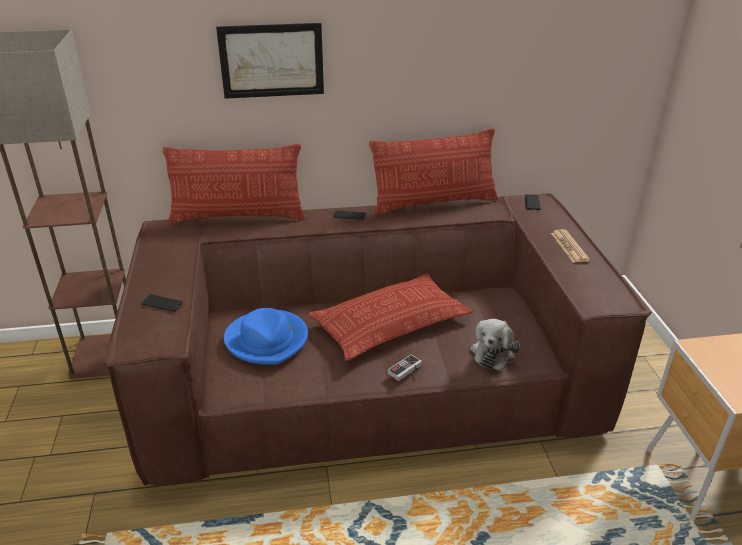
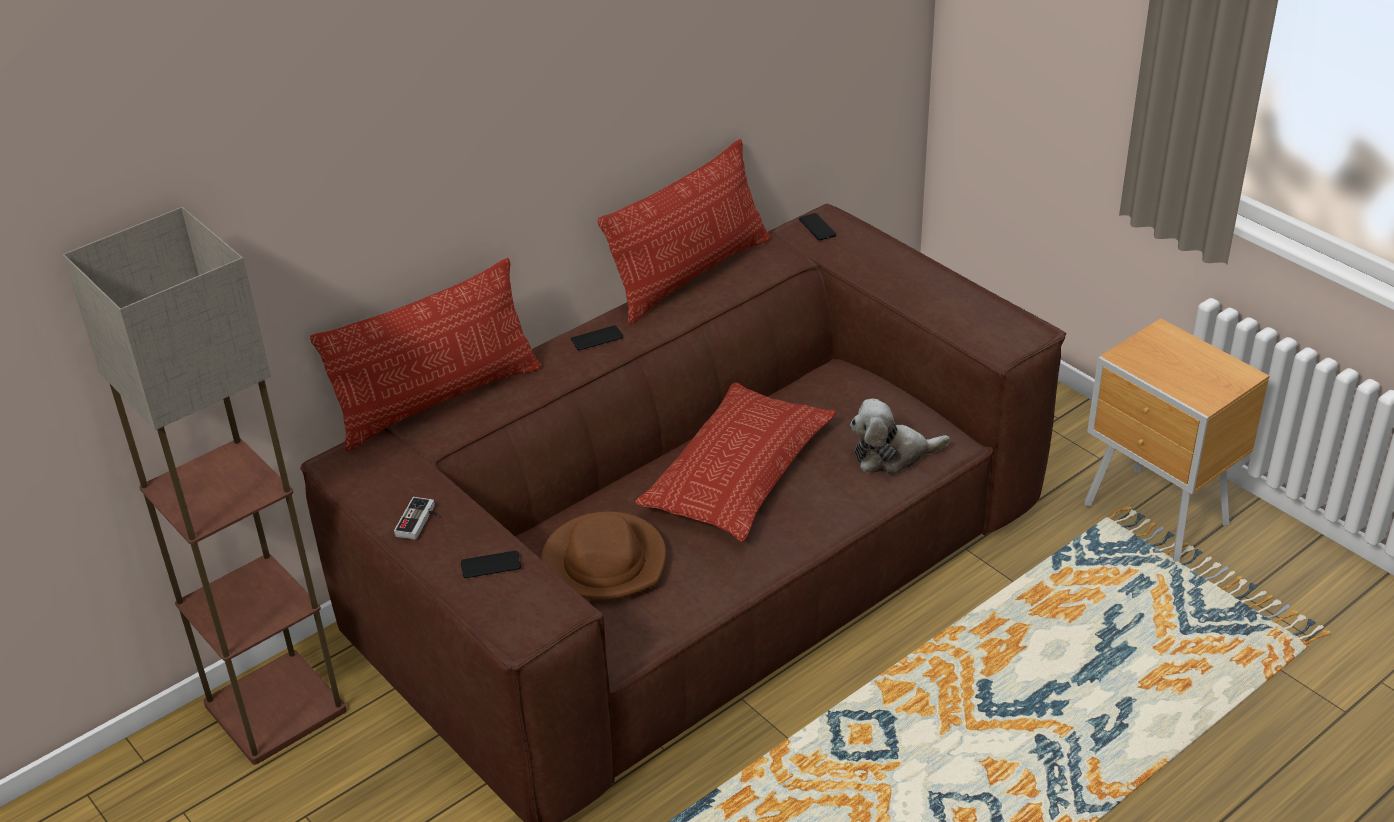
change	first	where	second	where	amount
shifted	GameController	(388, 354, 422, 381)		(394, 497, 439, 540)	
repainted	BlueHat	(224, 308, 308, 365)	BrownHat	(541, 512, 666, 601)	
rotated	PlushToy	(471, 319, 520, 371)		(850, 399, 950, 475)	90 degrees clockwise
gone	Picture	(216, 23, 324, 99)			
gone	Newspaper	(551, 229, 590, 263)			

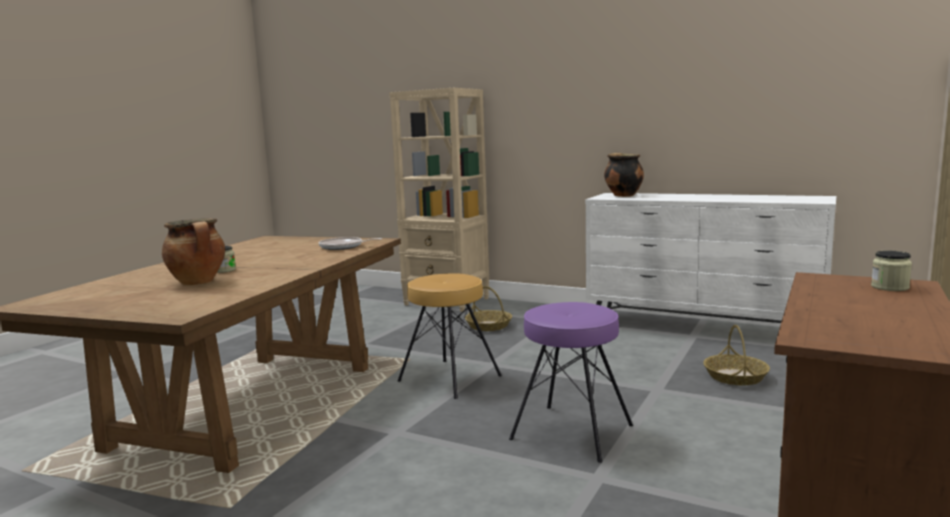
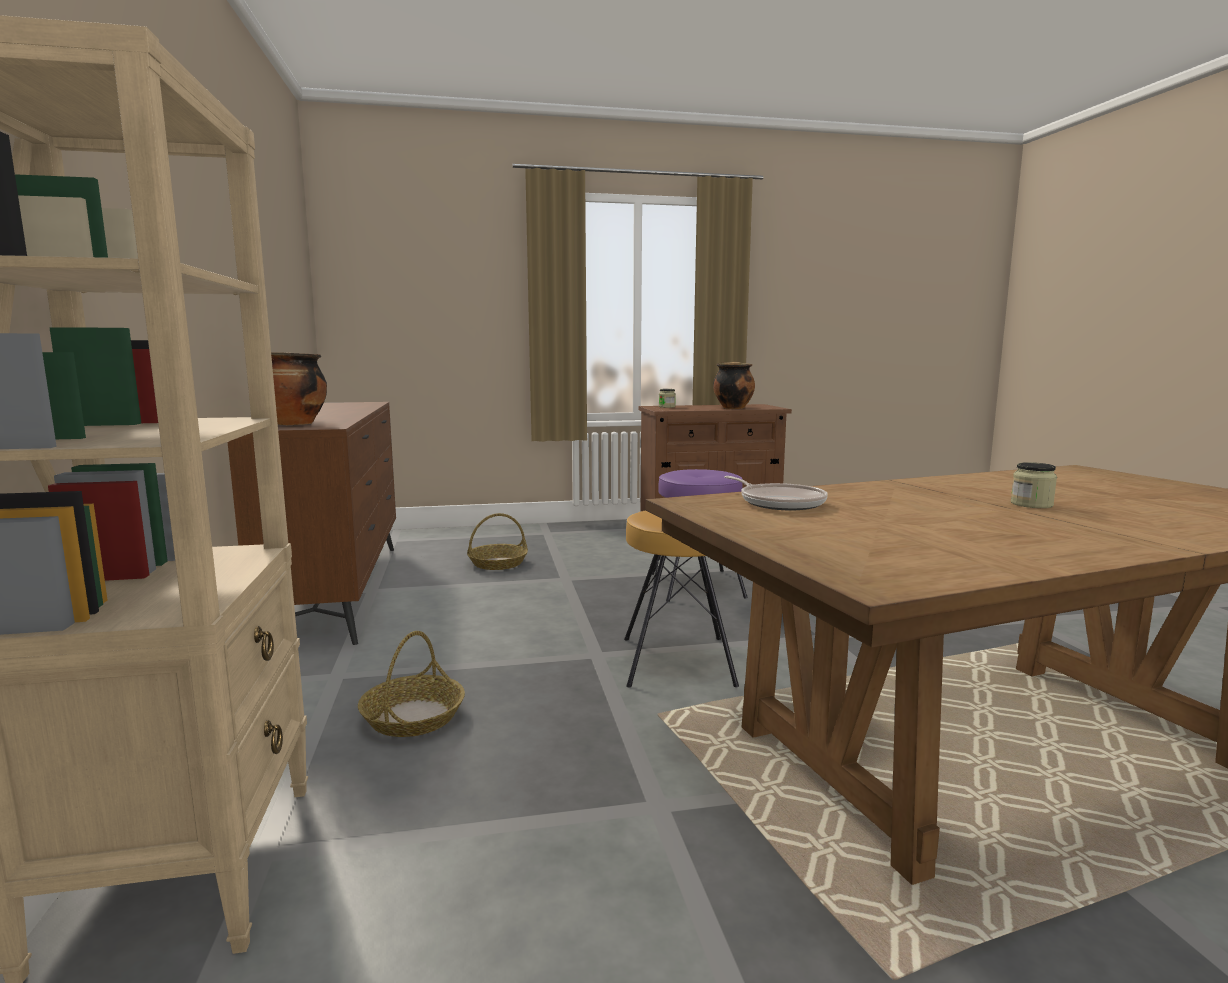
change	first	where	second	where	amount
repainted	WhiteDresser	(585, 193, 836, 323)	BrownDresser	(228, 402, 396, 645)	
shifted	CookingPot	(162, 218, 225, 285)		(713, 362, 755, 409)	

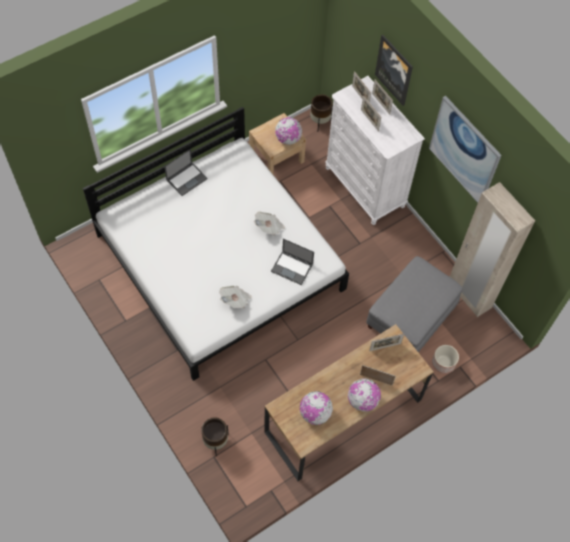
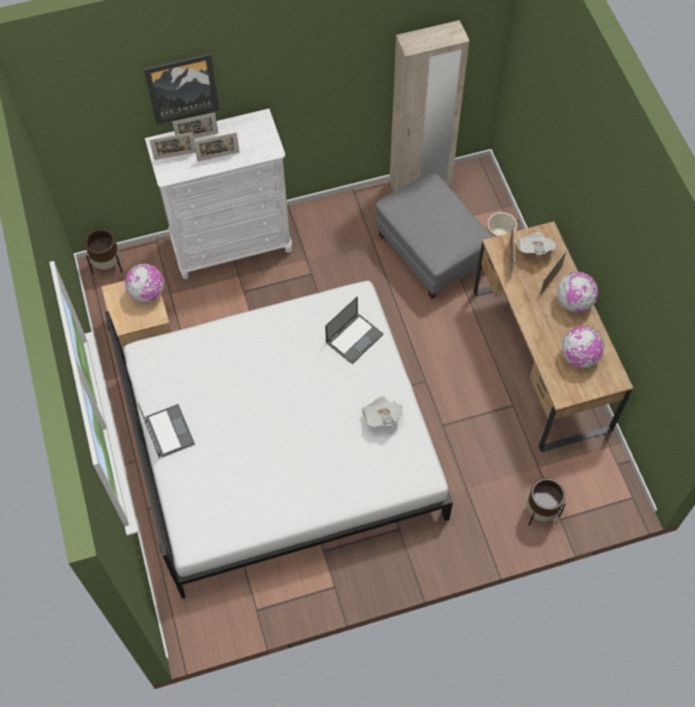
change	first	where	second	where	amount
shifted	Newspaper	(254, 212, 285, 235)		(517, 232, 556, 255)	
gone	Picture	(429, 96, 502, 203)			

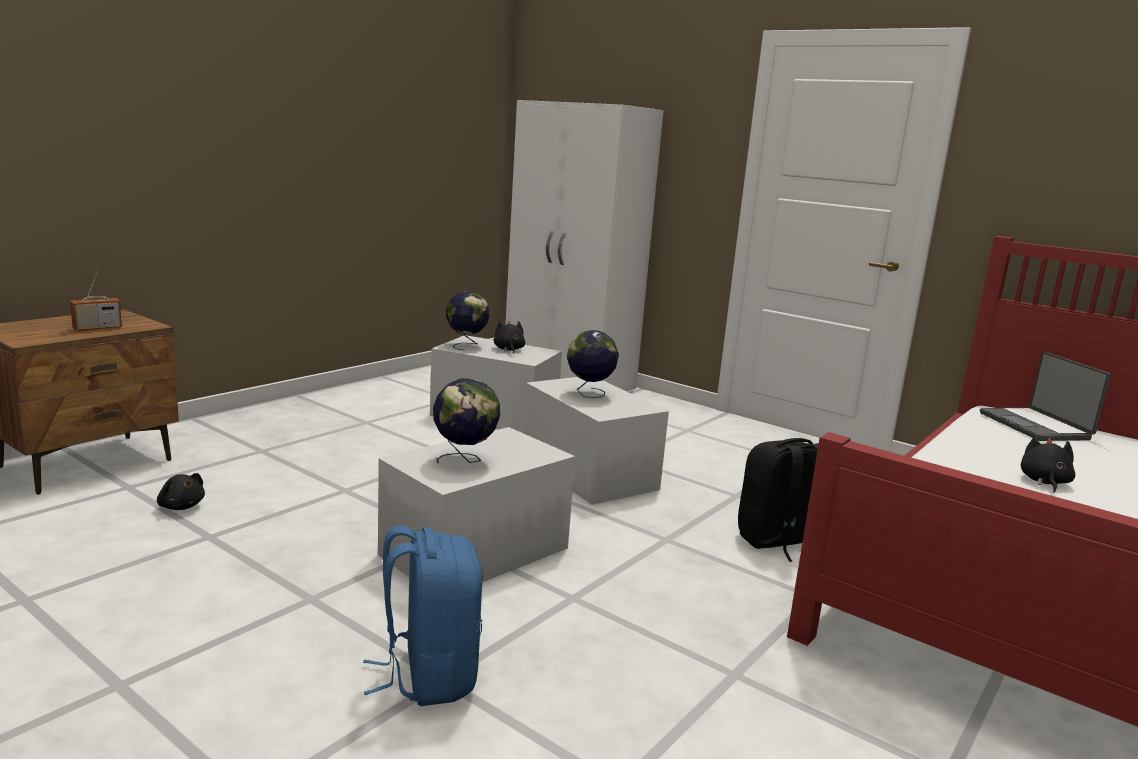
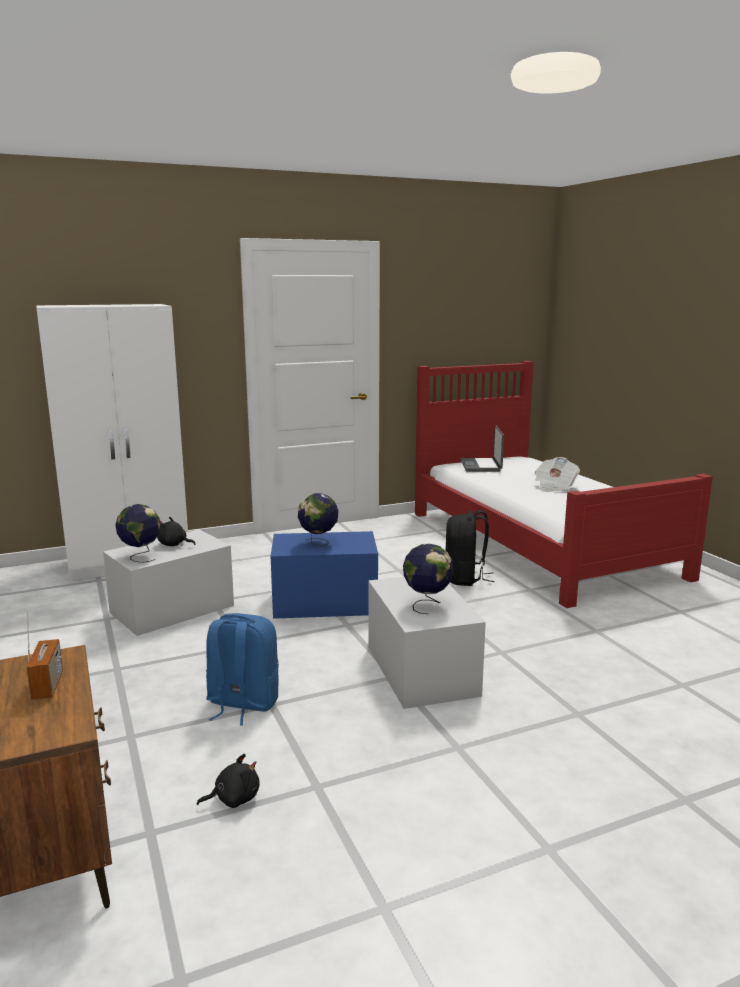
change	first	where	second	where	amount
shifted	BlueBackpack	(363, 526, 482, 706)		(206, 613, 279, 725)	
repainted	WhiteStorageBox	(523, 377, 669, 505)	BlueStorageBox	(271, 531, 378, 619)	
rotated	Laptop	(980, 352, 1111, 441)		(460, 426, 504, 472)	75 degrees clockwise
swapped	BlackPlushToy	(1021, 436, 1075, 493)	Newspaper	(534, 457, 580, 492)	

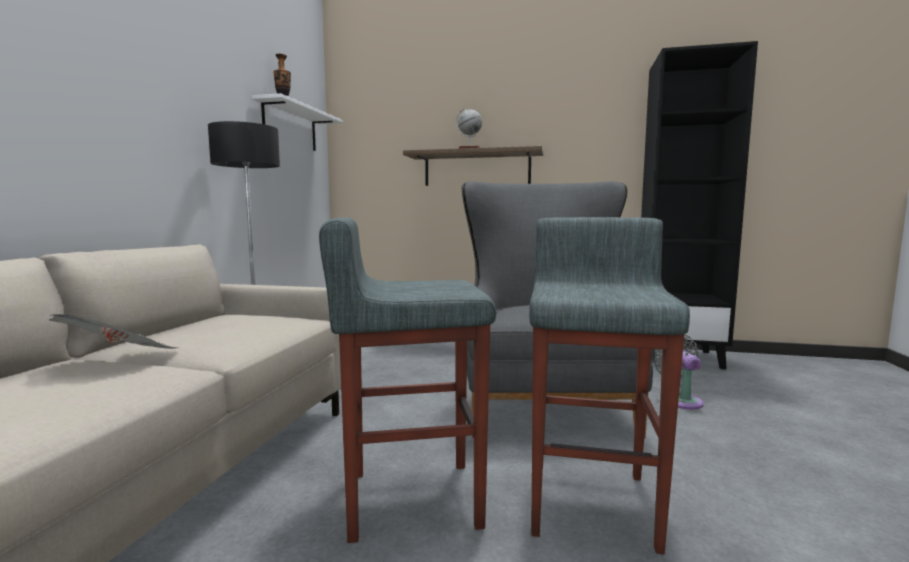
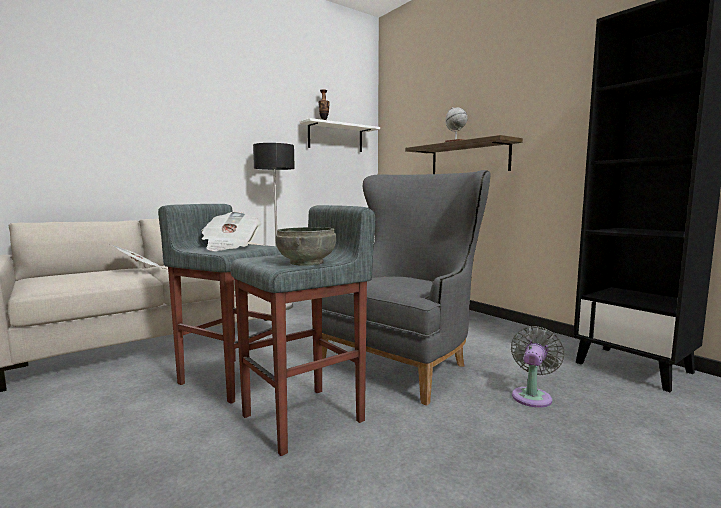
change	first	where	second	where	amount
new			Newspaper	(202, 212, 261, 251)	
new			GreyBowl	(275, 227, 336, 266)	

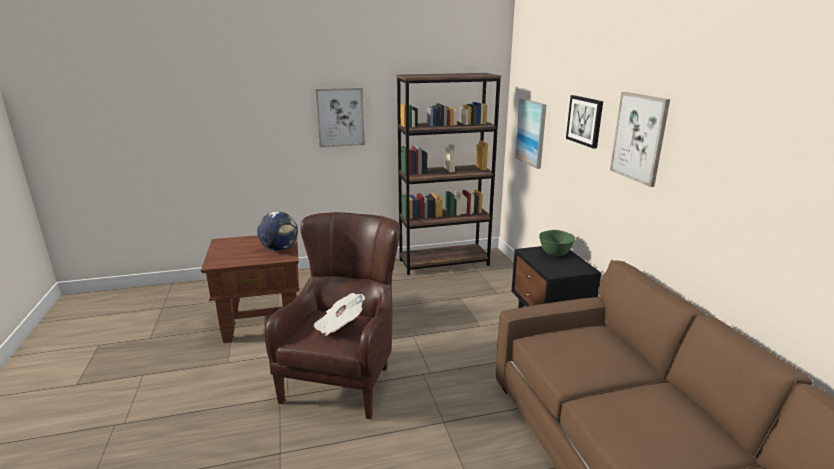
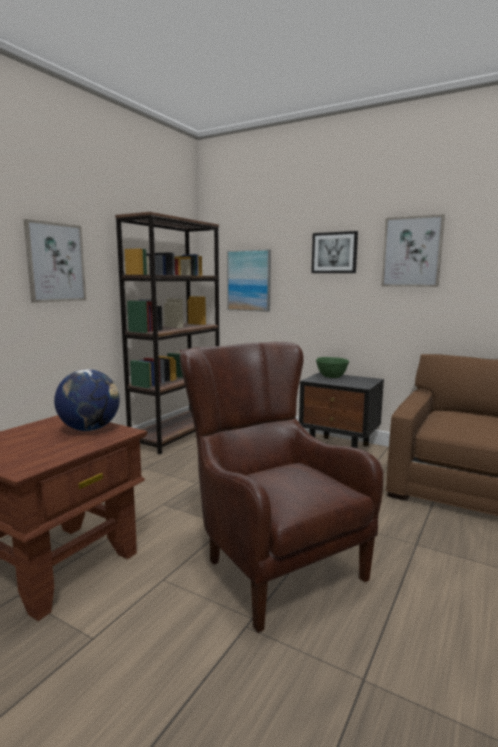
change	first	where	second	where	amount
gone	Newspaper	(313, 293, 365, 336)			

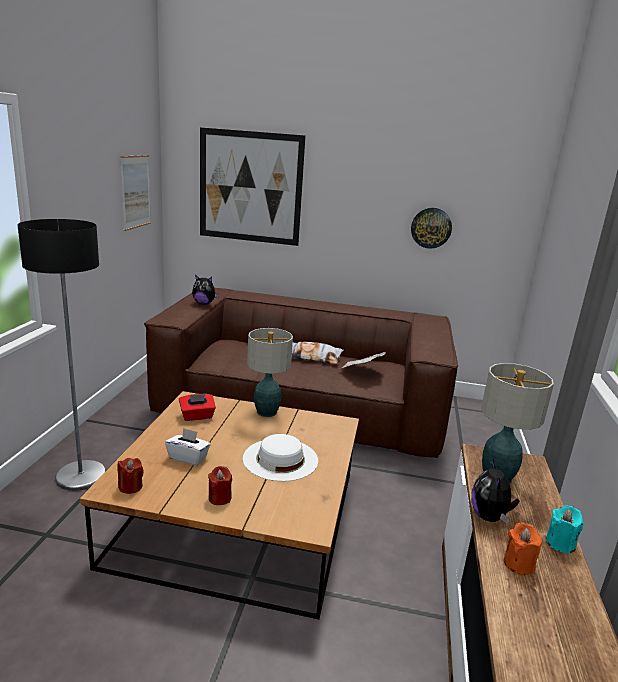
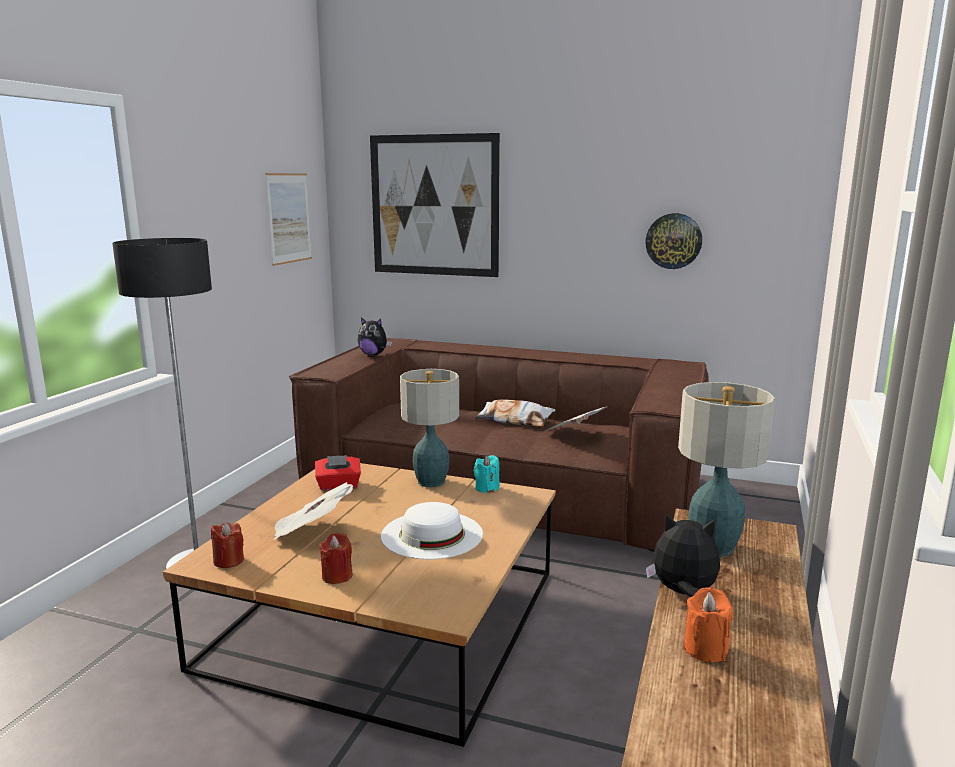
change	first	where	second	where	amount
swapped	WhiteTissueBox	(165, 428, 211, 466)	Newspaper	(274, 482, 353, 540)	
shifted	TurquoiseCandle	(546, 505, 584, 554)		(474, 455, 500, 493)	
rotated	PlushToy	(471, 459, 519, 524)		(646, 513, 720, 597)	90 degrees clockwise

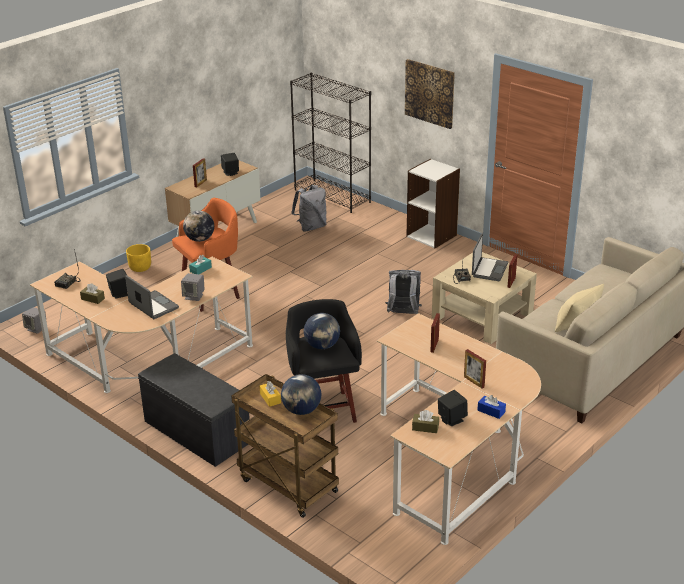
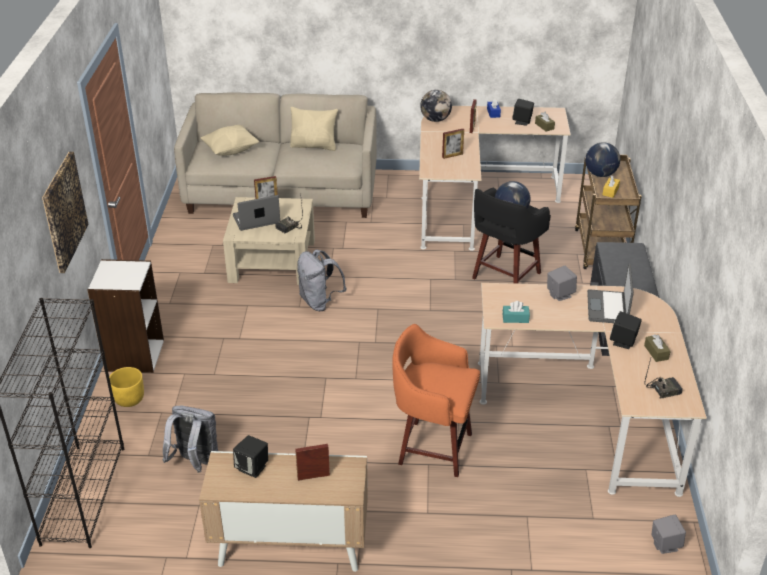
change	first	where	second	where	amount
shifted	YellowPlanter	(126, 244, 151, 272)		(109, 367, 144, 407)	
new			BeigePillow	(200, 125, 259, 156)	
shifted	Globe	(183, 210, 214, 242)		(420, 90, 452, 122)	

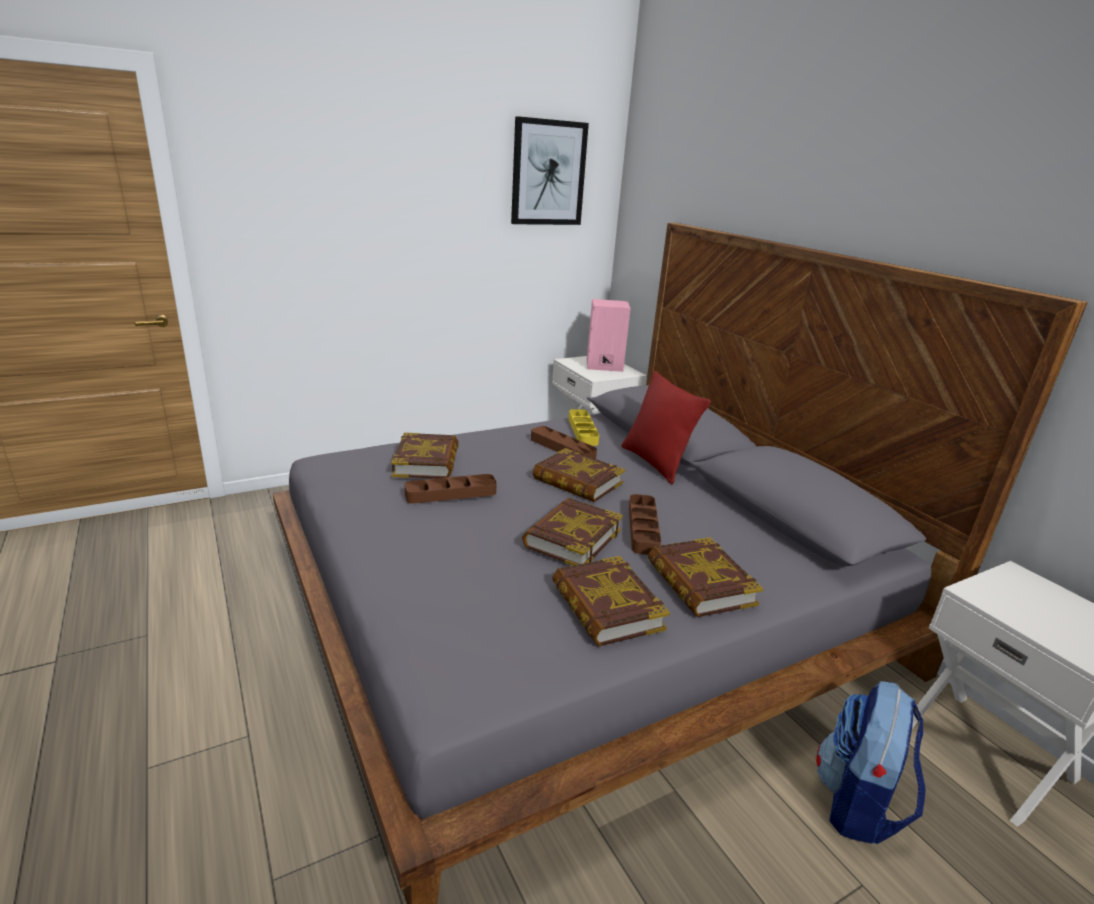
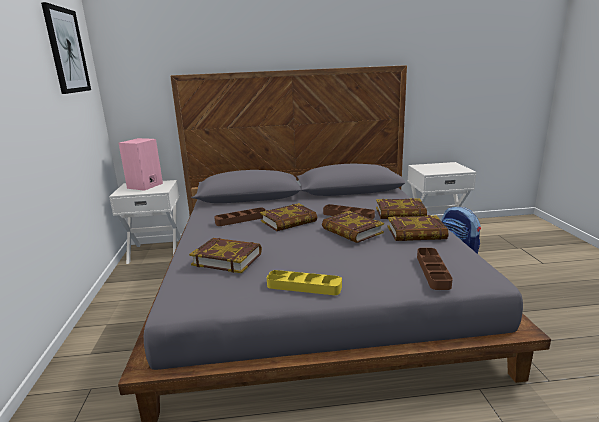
change	first	where	second	where	amount
shifted	YellowTray	(569, 409, 599, 446)		(267, 270, 342, 295)	
shifted	BrownTray	(405, 474, 497, 504)		(417, 248, 453, 290)	
gone	RedPillow	(621, 371, 711, 484)			

